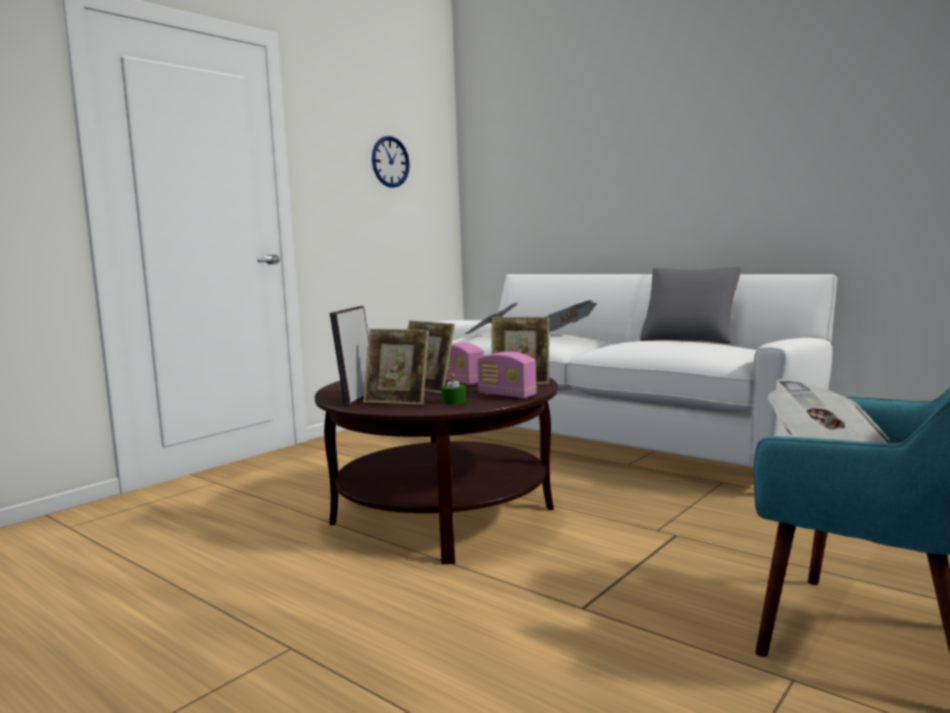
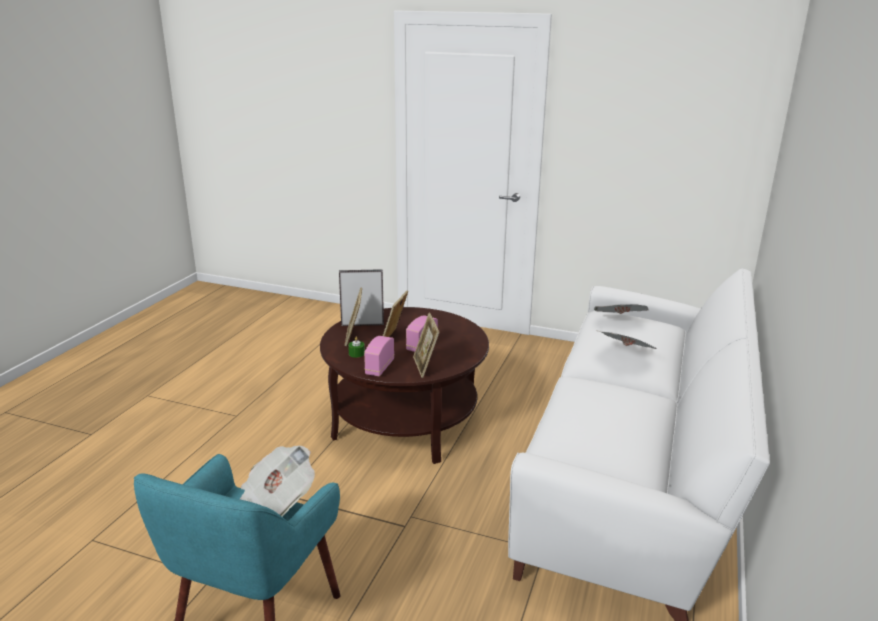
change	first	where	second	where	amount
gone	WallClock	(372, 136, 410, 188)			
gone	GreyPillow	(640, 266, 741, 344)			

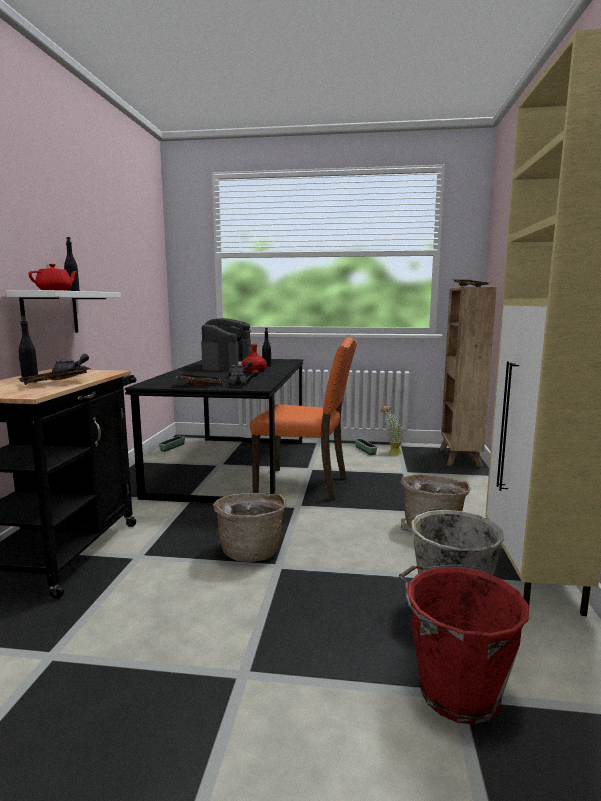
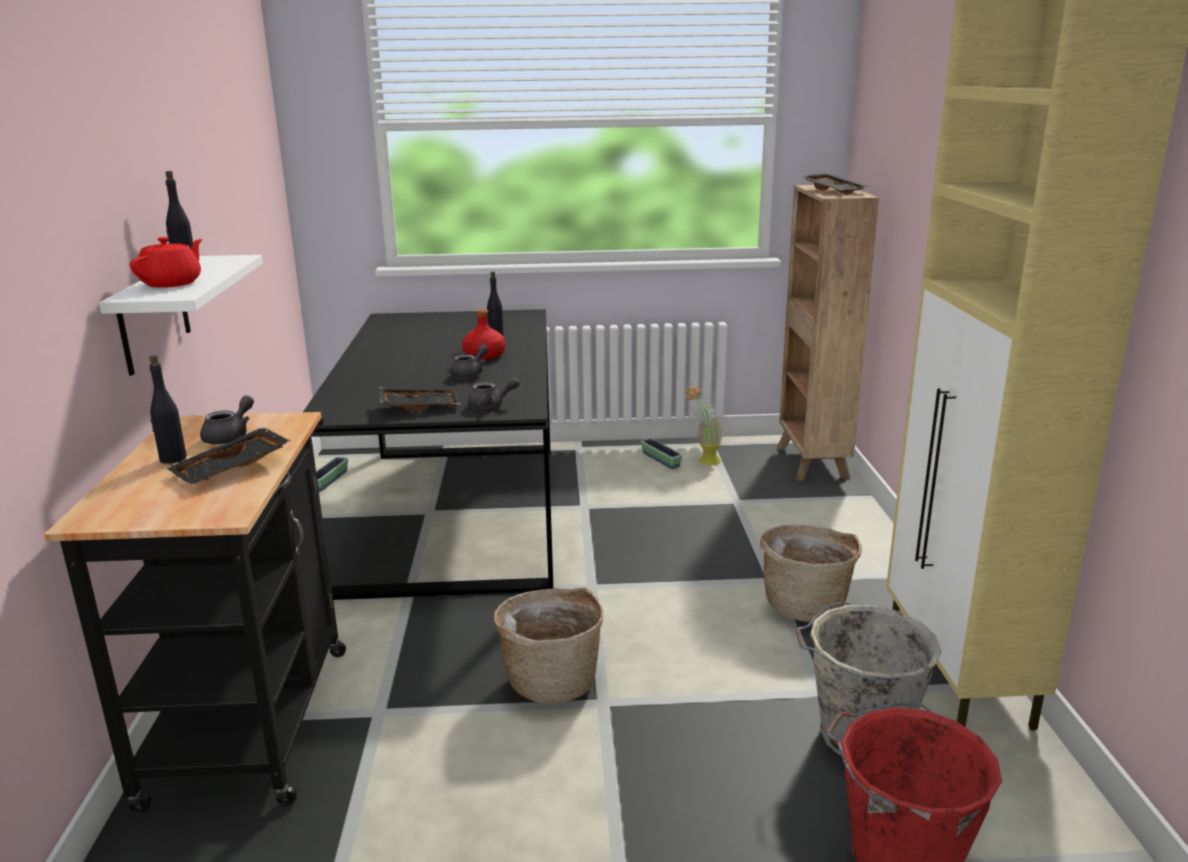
change	first	where	second	where	amount
gone	CoffeeMachine	(201, 318, 251, 371)			
gone	OrangeChair	(250, 337, 358, 500)			

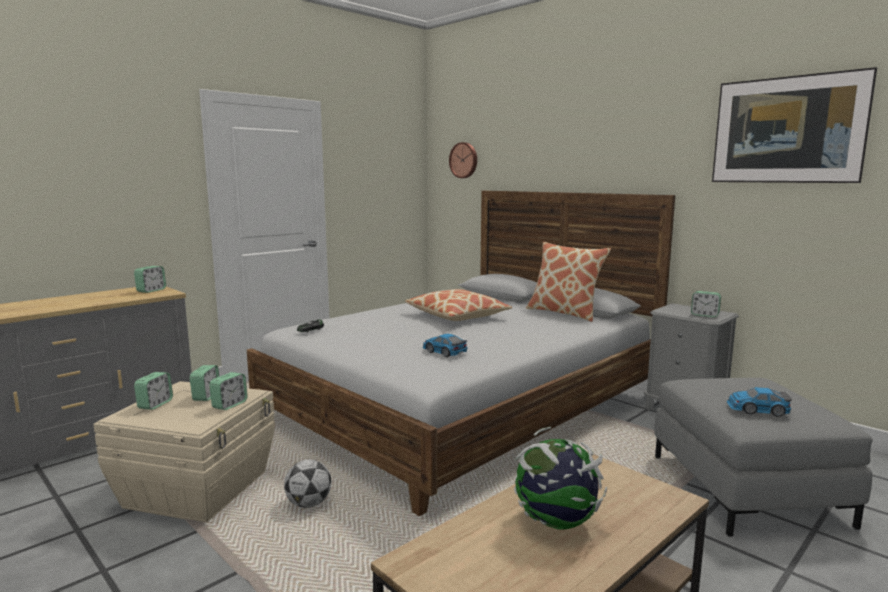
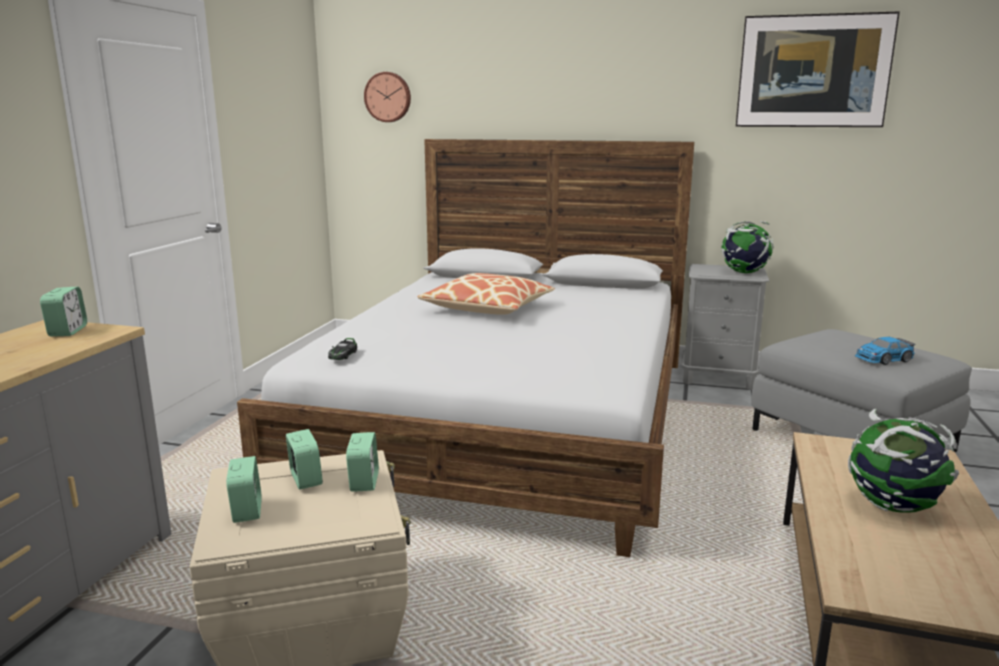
change	first	where	second	where	amount
swapped	AlarmClock	(691, 291, 721, 317)	Globe	(721, 221, 774, 274)	
gone	Football	(284, 459, 331, 508)			
gone	ToyCar	(422, 333, 468, 357)			
gone	Pillow	(526, 242, 611, 322)			

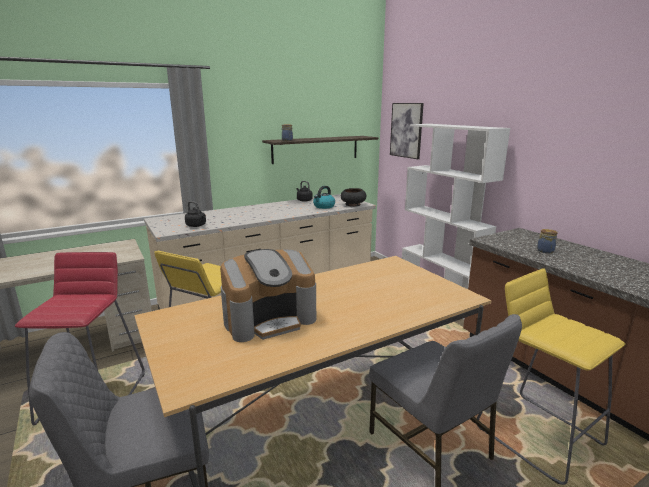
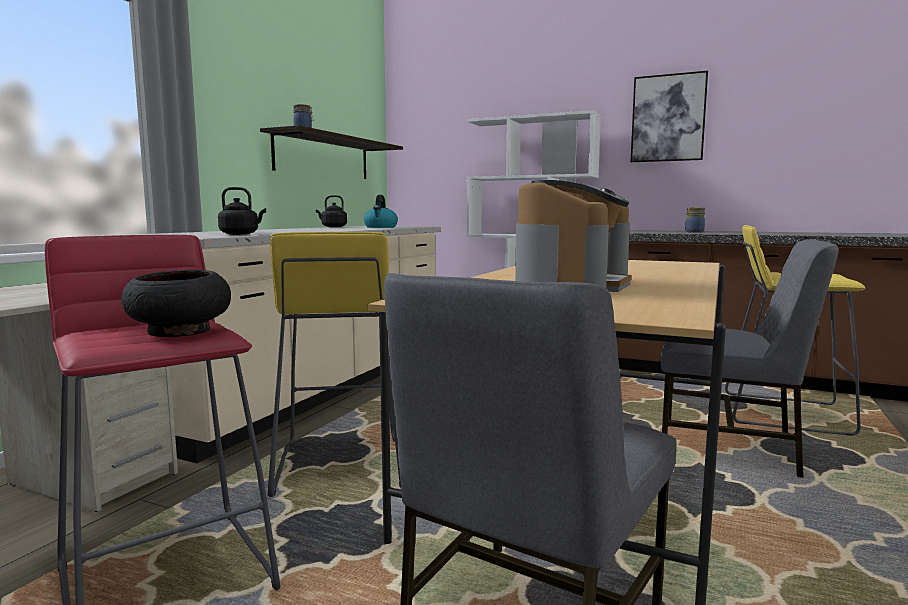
change	first	where	second	where	amount
shifted	BlackBowl	(341, 188, 366, 207)		(121, 269, 231, 337)	
shifted	Picture	(390, 103, 424, 159)		(631, 71, 708, 162)	

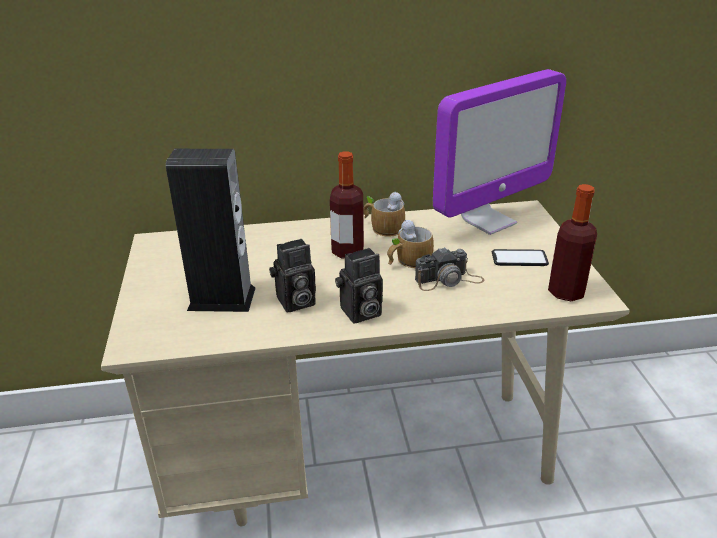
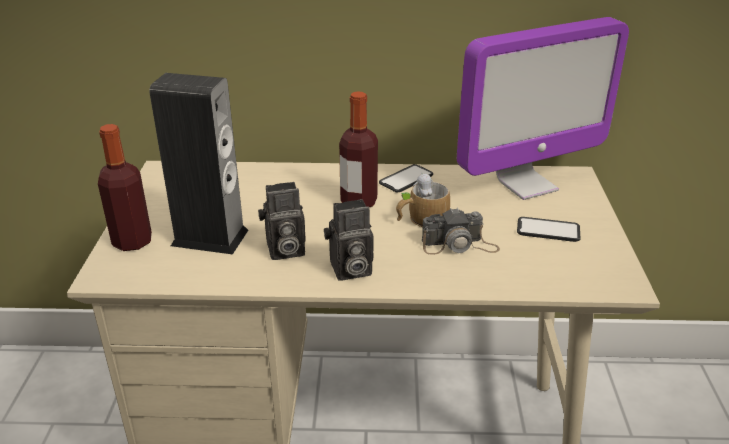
change	first	where	second	where	amount
shifted	Bottle	(548, 184, 597, 301)		(98, 124, 152, 251)	
swapped	Mug	(363, 191, 405, 237)	Phone	(379, 164, 433, 192)	

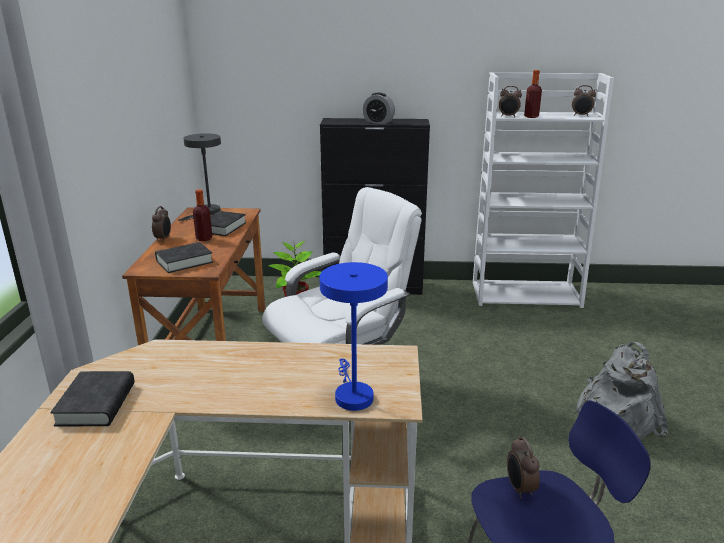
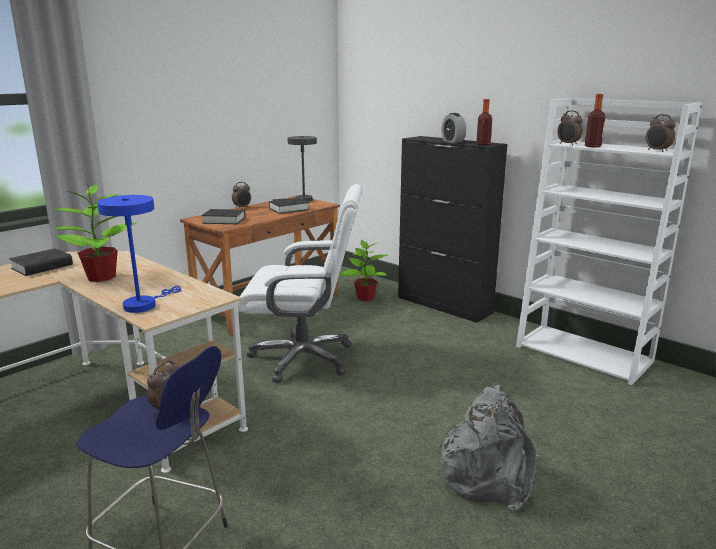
change	first	where	second	where	amount
new			PottedPlant	(53, 184, 136, 282)	
shifted	Bottle	(193, 190, 213, 241)		(477, 99, 492, 145)	

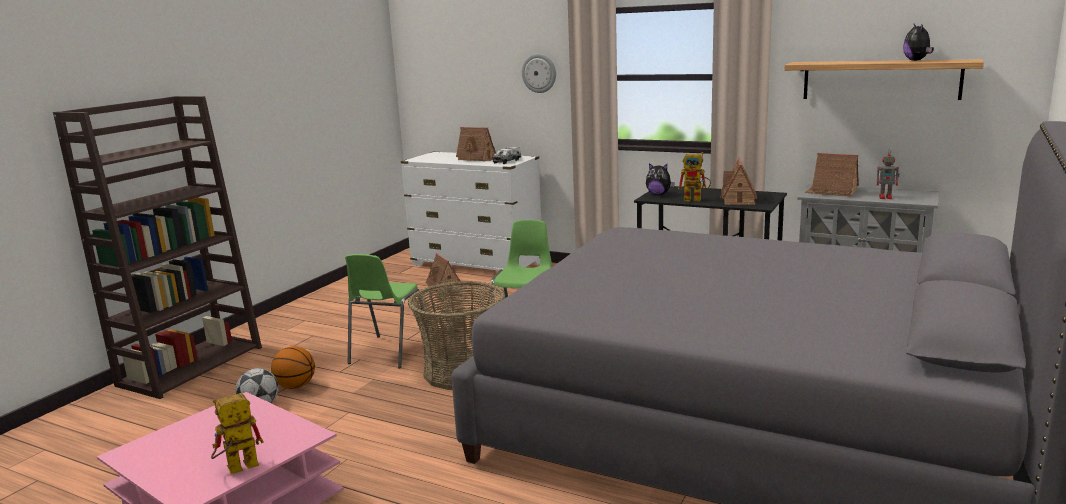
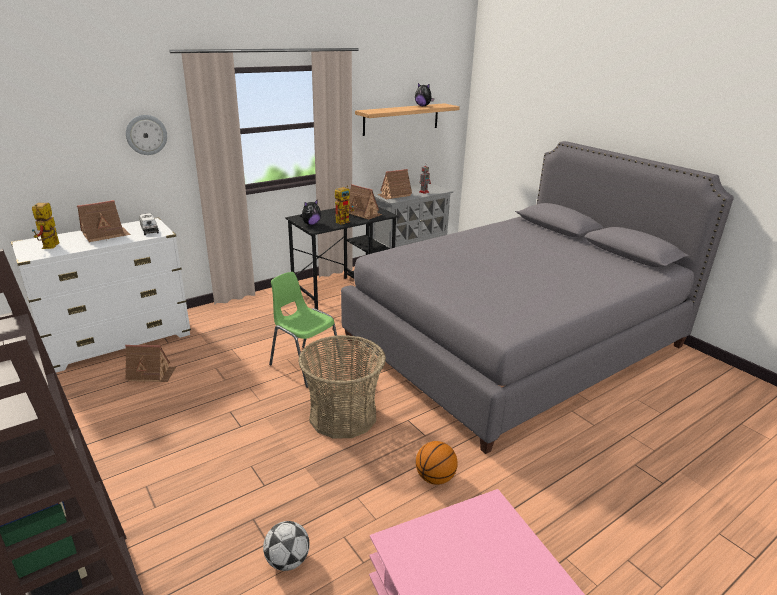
change	first	where	second	where	amount
shifted	ToyRobot	(211, 393, 264, 474)		(31, 203, 60, 249)	
shifted	Basketball	(271, 346, 315, 389)		(416, 441, 458, 485)	
gone	GreenChair	(345, 254, 427, 368)			

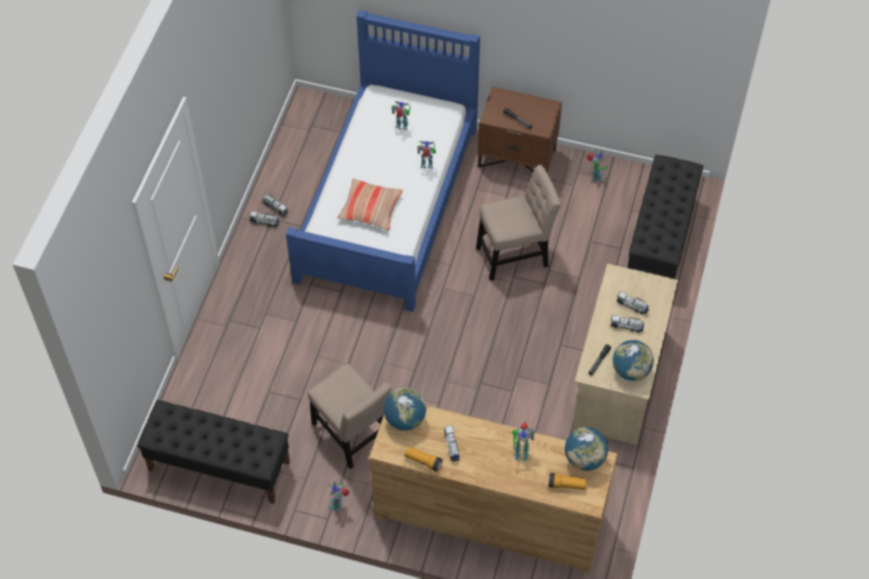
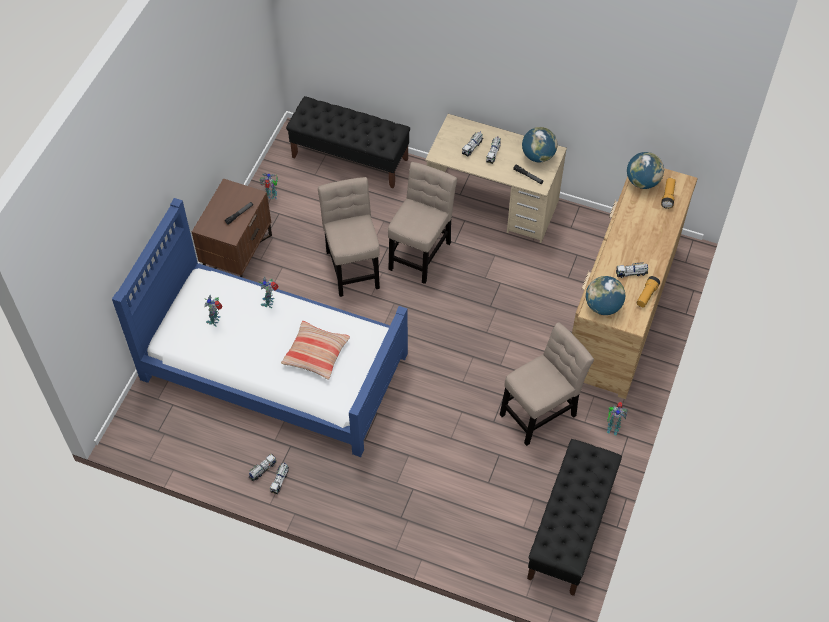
change	first	where	second	where	amount
new			BeigeChair	(388, 162, 457, 284)	
gone	ToyRobot	(512, 421, 535, 461)			

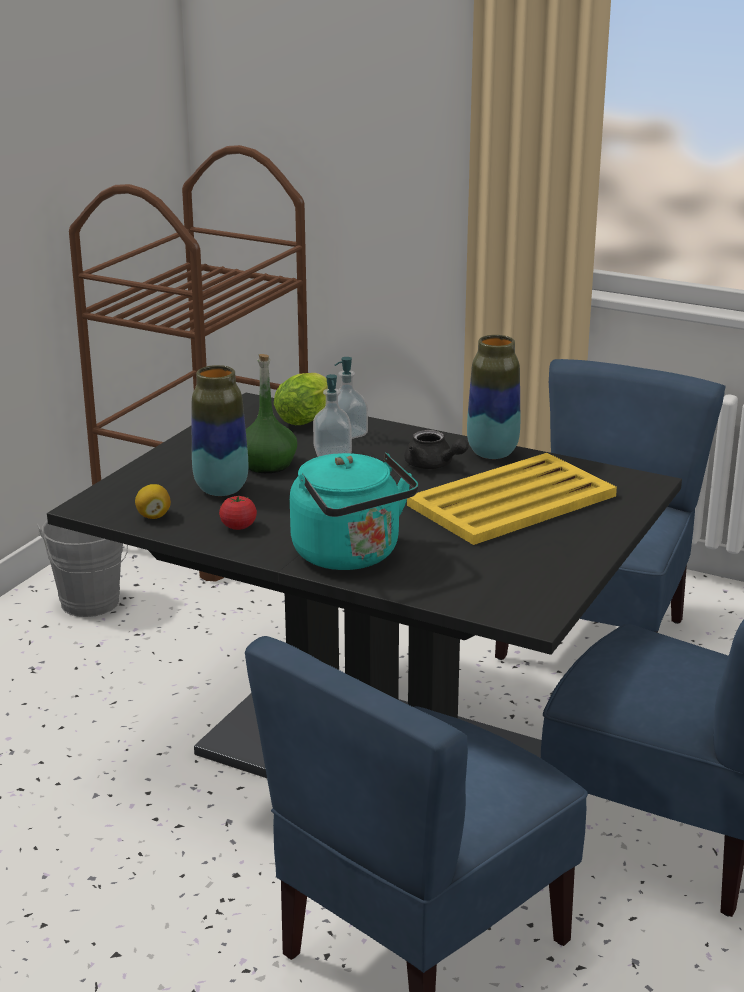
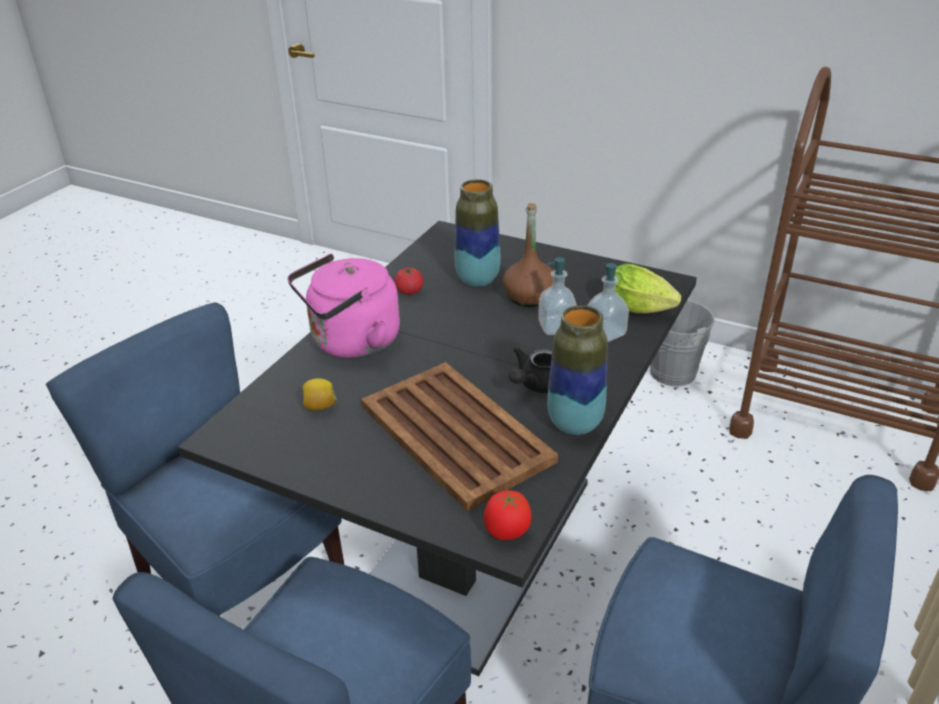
change	first	where	second	where	amount
repainted	TurquoiseKettle	(290, 453, 418, 570)	PinkKettle	(287, 254, 400, 359)	
shifted	Lemon	(135, 484, 171, 519)		(302, 378, 337, 410)	
repainted	YellowTray	(407, 453, 617, 545)	BrownTray	(361, 362, 558, 511)	
new			Tomato	(484, 490, 532, 540)	
repainted	GreenBottle	(246, 354, 297, 473)	BrownBottle	(503, 203, 553, 307)	

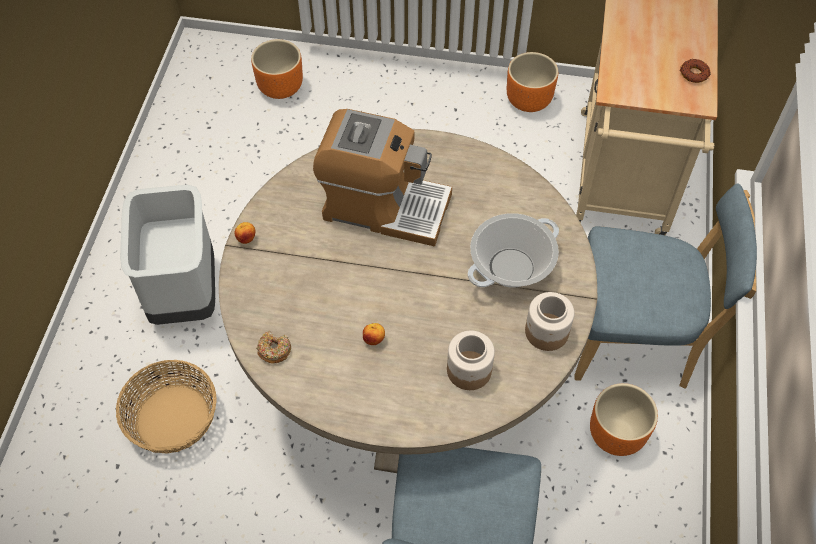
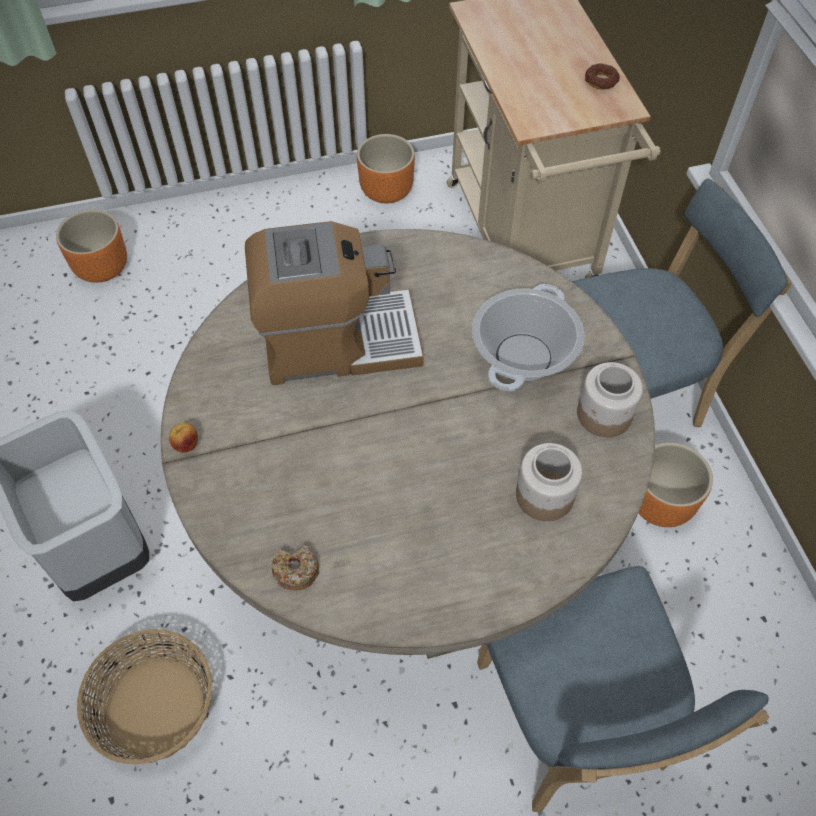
change	first	where	second	where	amount
gone	Apple	(363, 323, 385, 345)			

